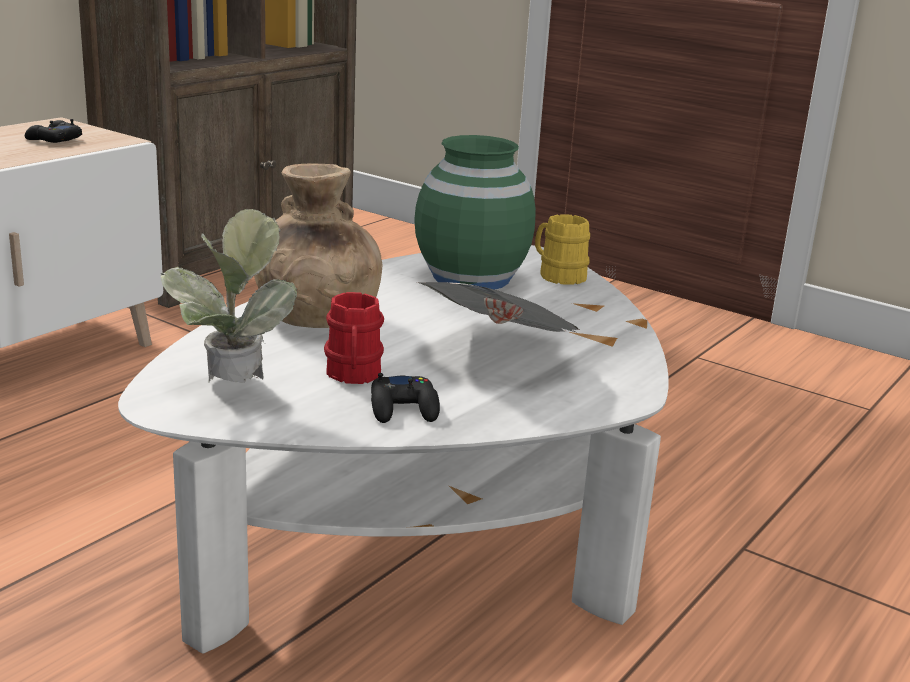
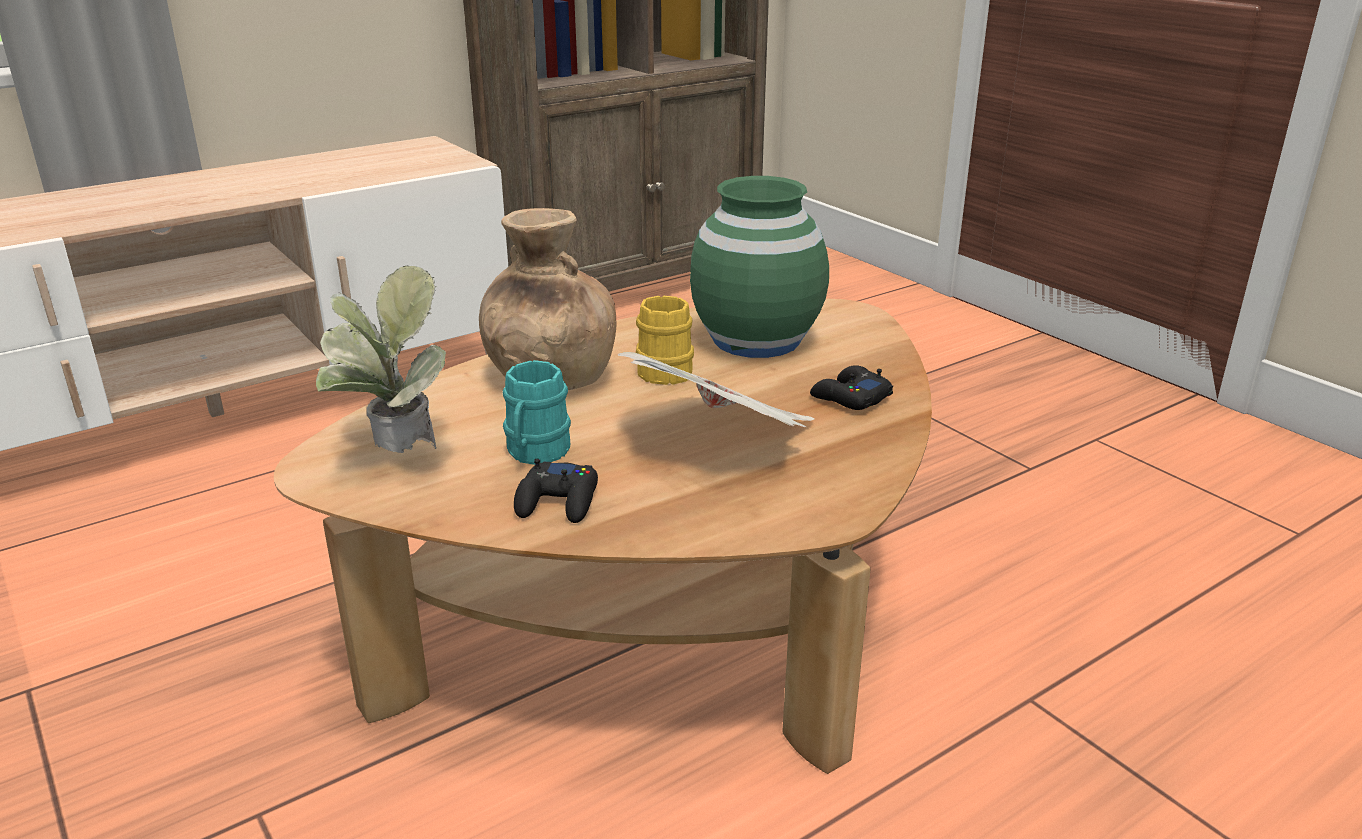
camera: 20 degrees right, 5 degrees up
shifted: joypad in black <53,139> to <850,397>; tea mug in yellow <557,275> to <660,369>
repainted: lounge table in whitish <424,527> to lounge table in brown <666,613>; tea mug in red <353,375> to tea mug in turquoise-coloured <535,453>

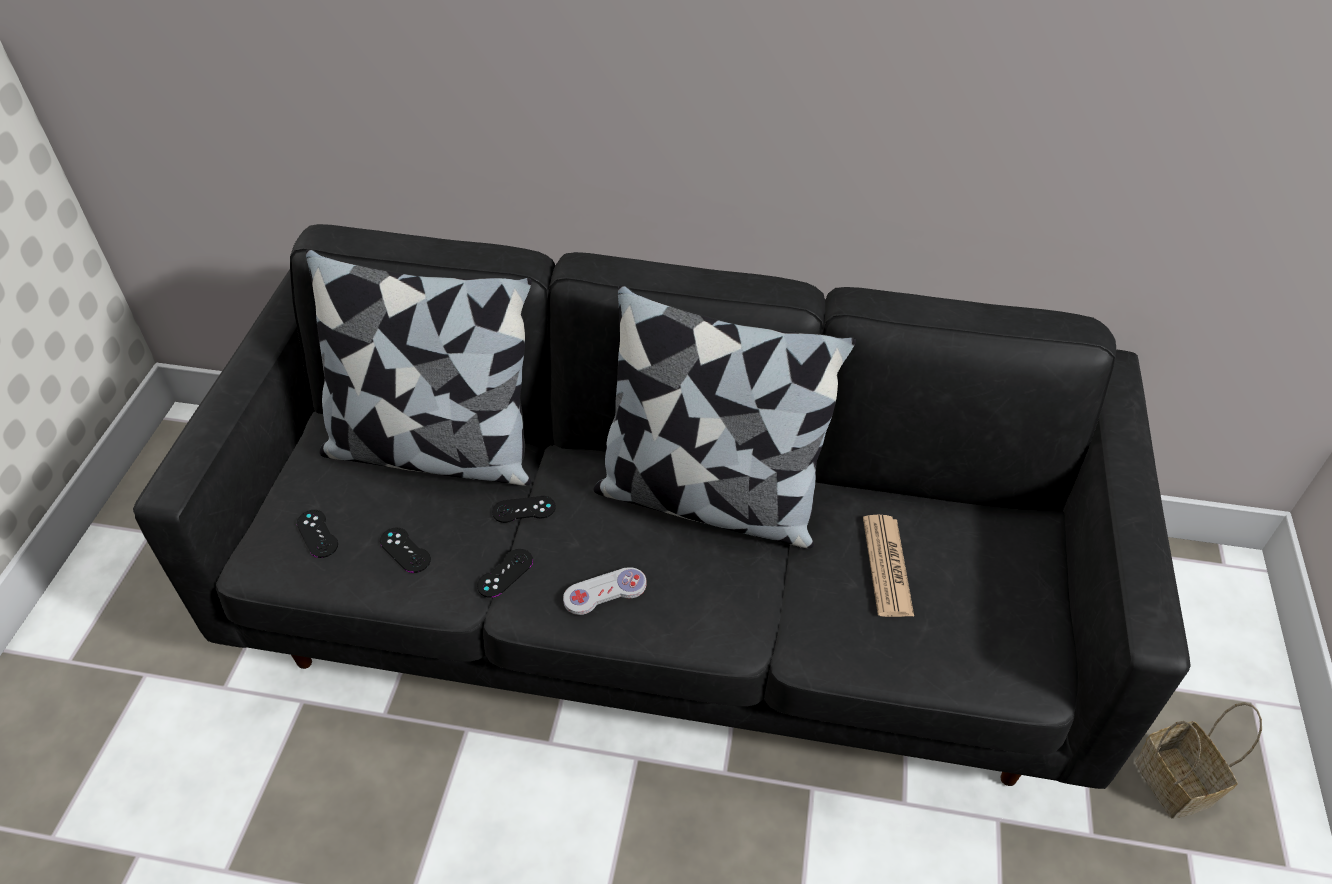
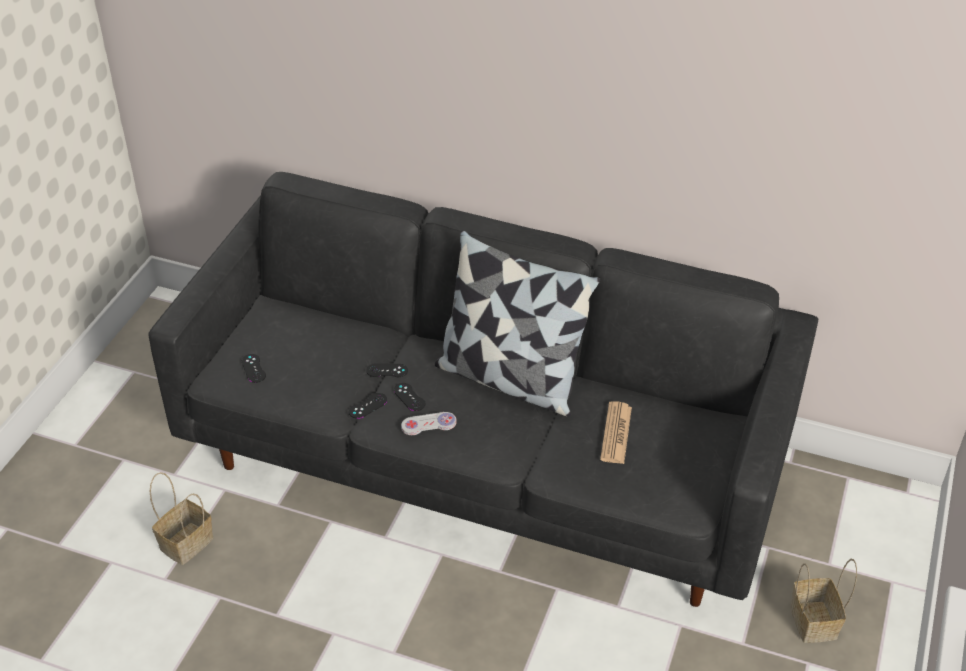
camera: 10 degrees right, 5 degrees down
gone: throw pillow <434,449>
new: storage basket <187,542>
shifted: joypad in black <405,550> to <409,397>

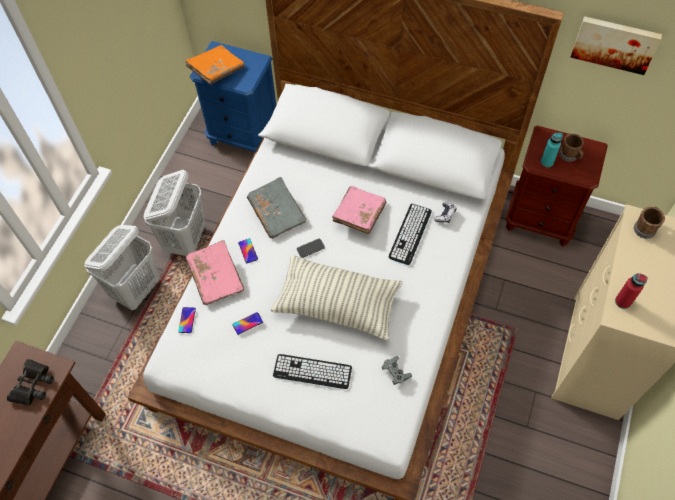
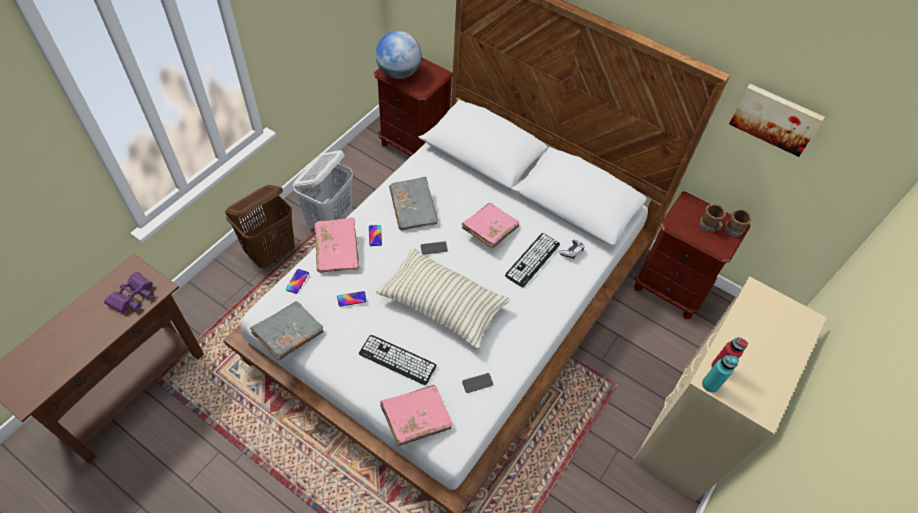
camera: 10 degrees right, 5 degrees down
new: bound book in gray <289,335>; bound book in pink-coloured <416,419>
shifted: bottle in turquoise-coloured <547,162> to <710,384>; tea mug in brown <645,227> to <734,228>
swapped: bound book in orange-coloured <216,70> to world globe <399,73>; joypad in gray <396,372> to telephone <477,383>
repainted: pair of binoculars in black <32,385> to pair of binoculars in purple <133,296>; hamper in whitish <136,289> to hamper in brown <271,252>; bedside table in blue-coloured <243,135> to bedside table in brown <413,145>

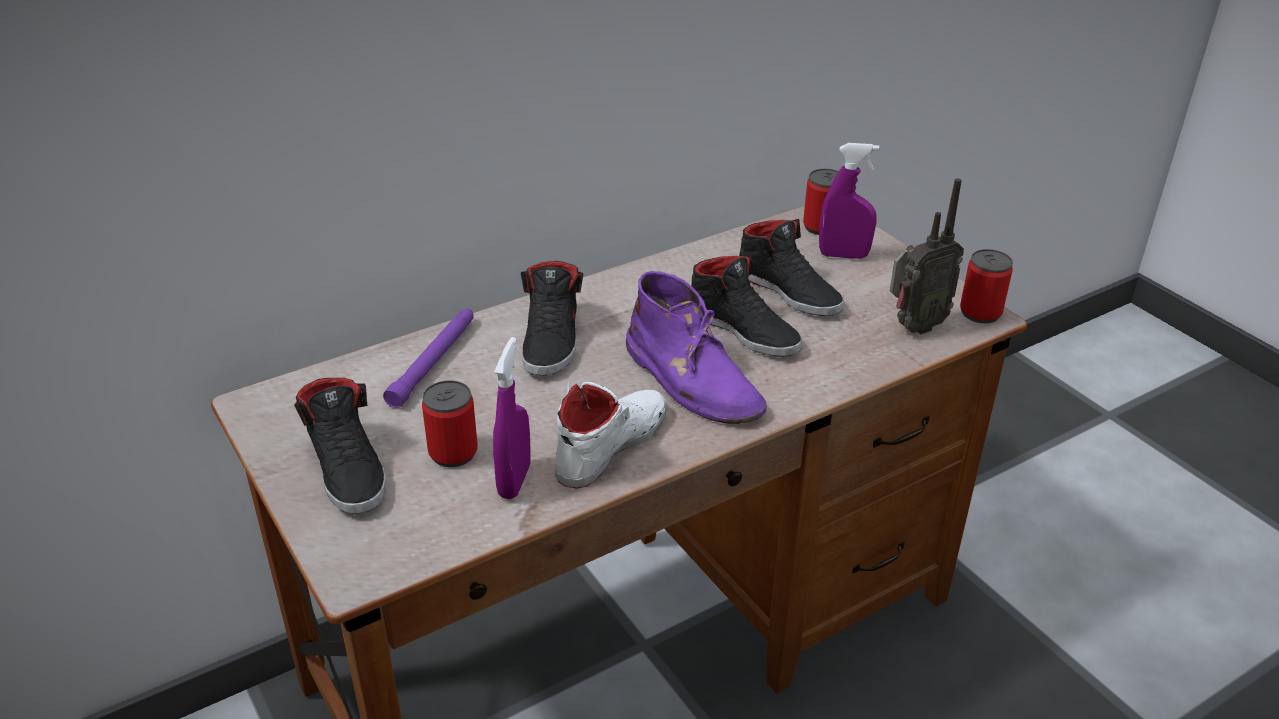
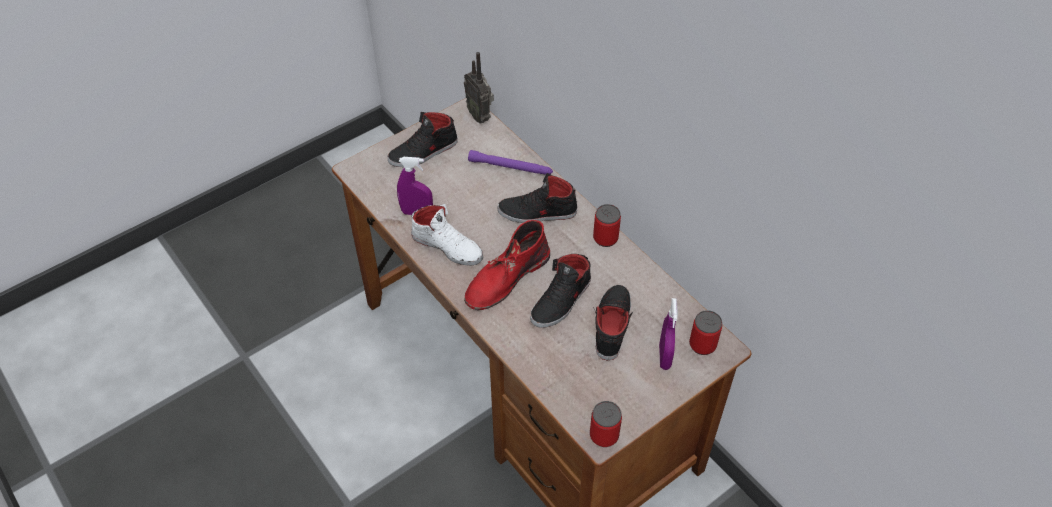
camera: 85 degrees right, 15 degrees up
shifted: can <453,453> to <605,238>; radio <913,326> to <480,116>
repainted: boot in purple <692,381> to boot in red <506,278>
rotated: shoe in black <789,291> = <611,324> 150 degrees clockwise

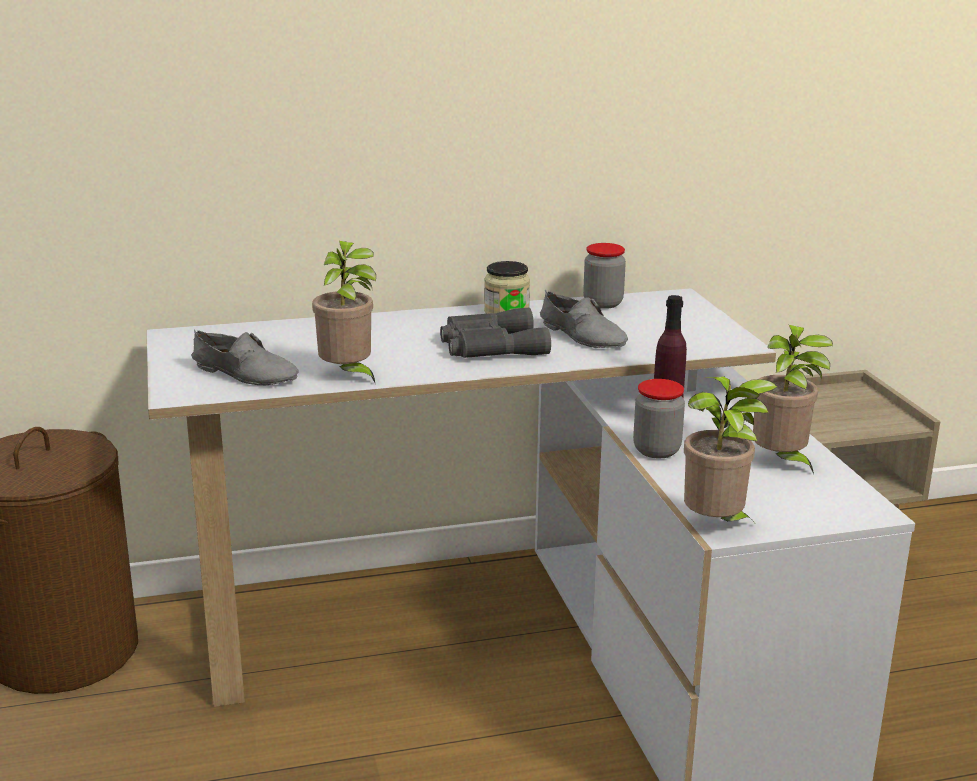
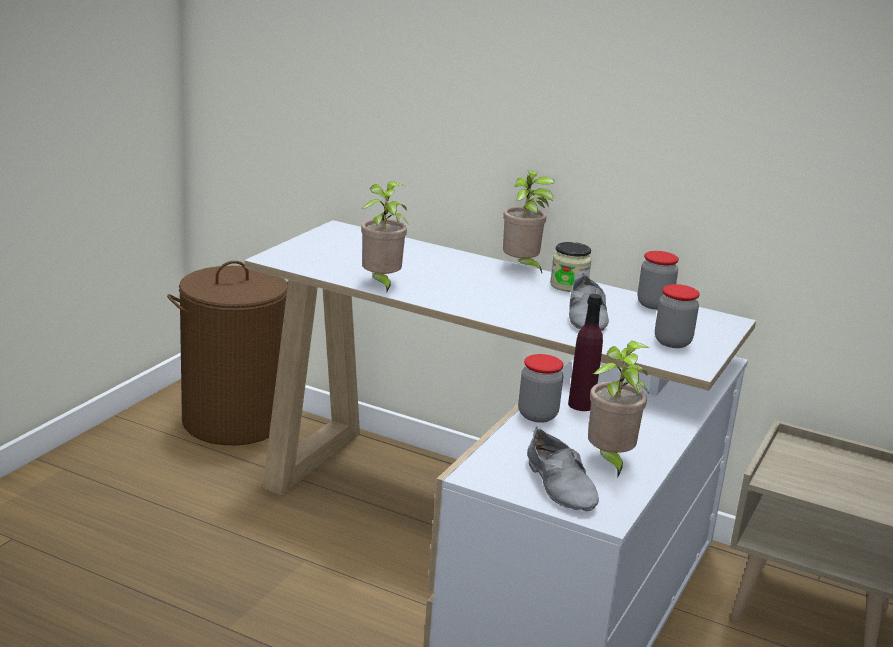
camera: 40 degrees right, 0 degrees up
gone: pair of binoculars in gray <490,346>
new: preserve jar <672,342>
shifted: shoe in gray <246,373> to <562,485>; houseplant <717,526> to <521,268>

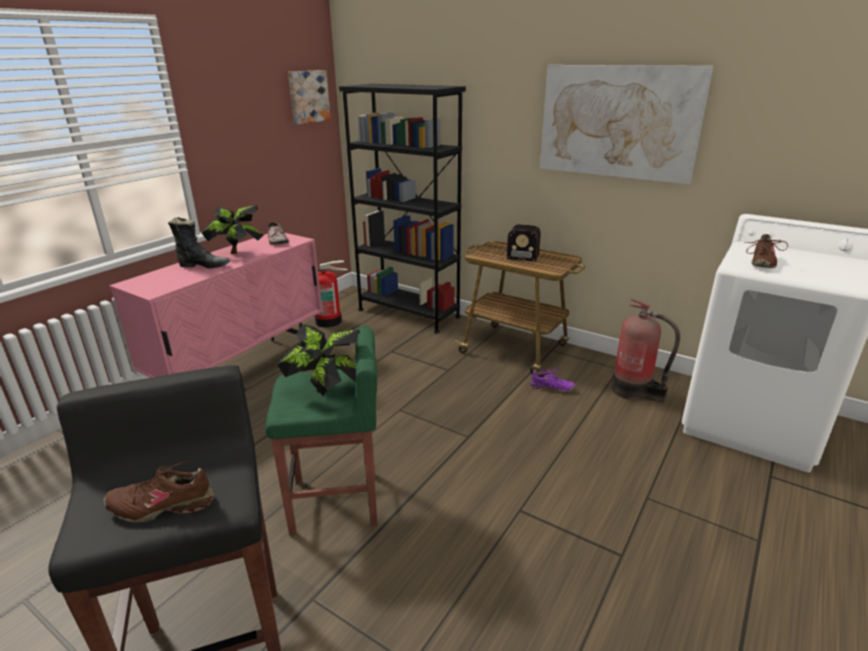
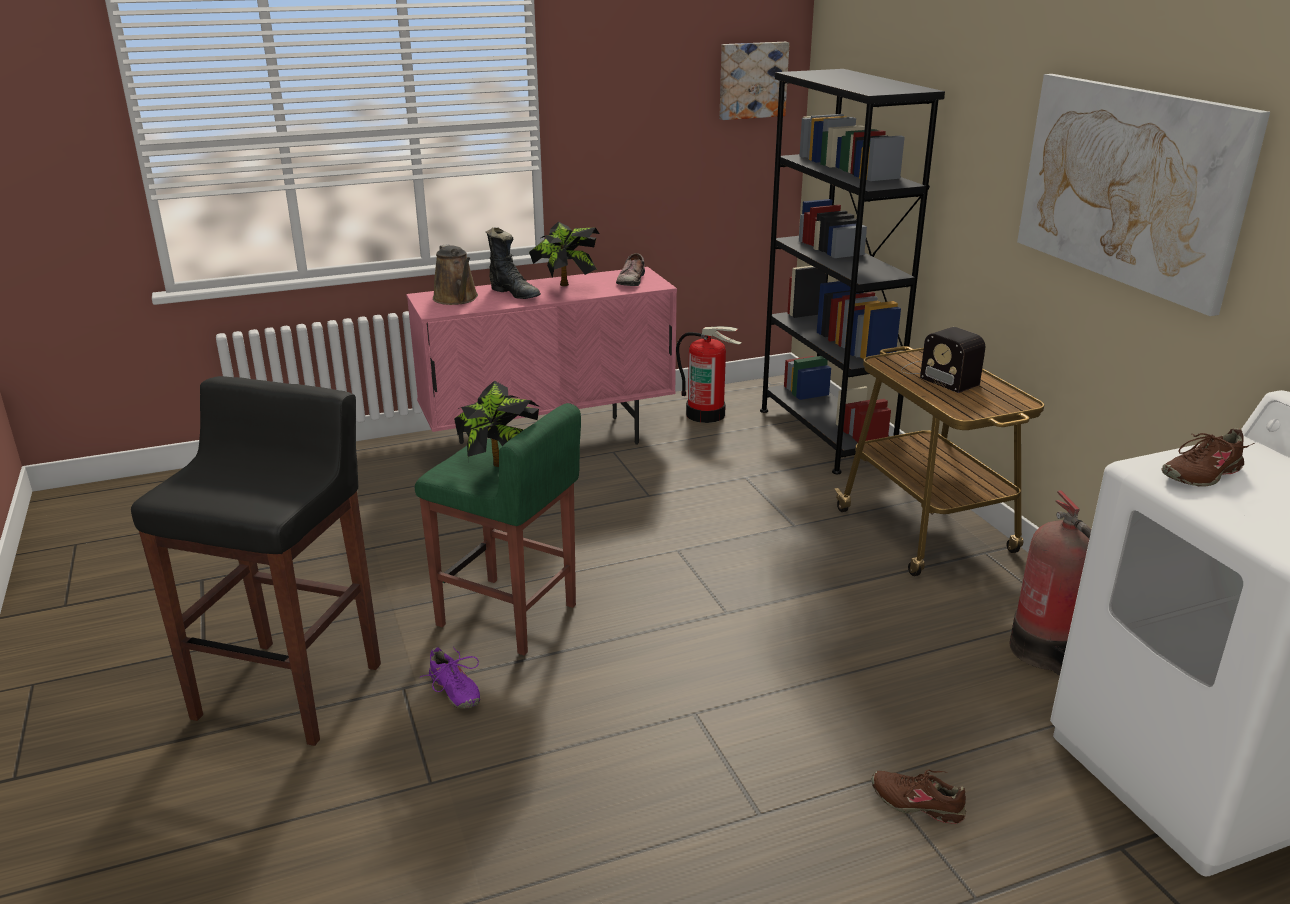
camera: 35 degrees right, 0 degrees up
new: sprinkling can in brown <457,299>
shifted: shoe in brown <163,505> to <917,803>; shoe in purple <552,388> to <454,691>

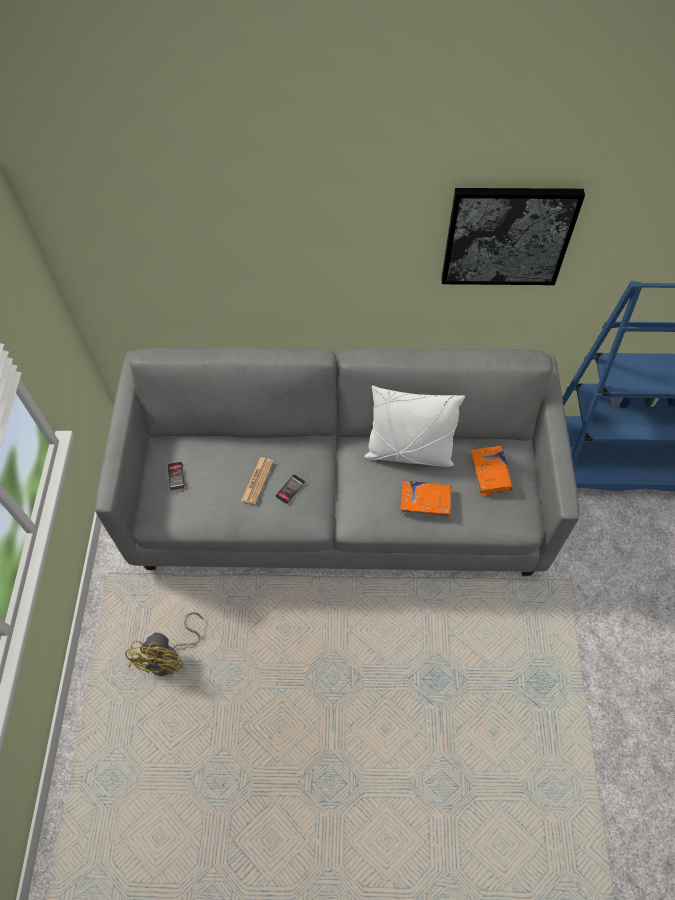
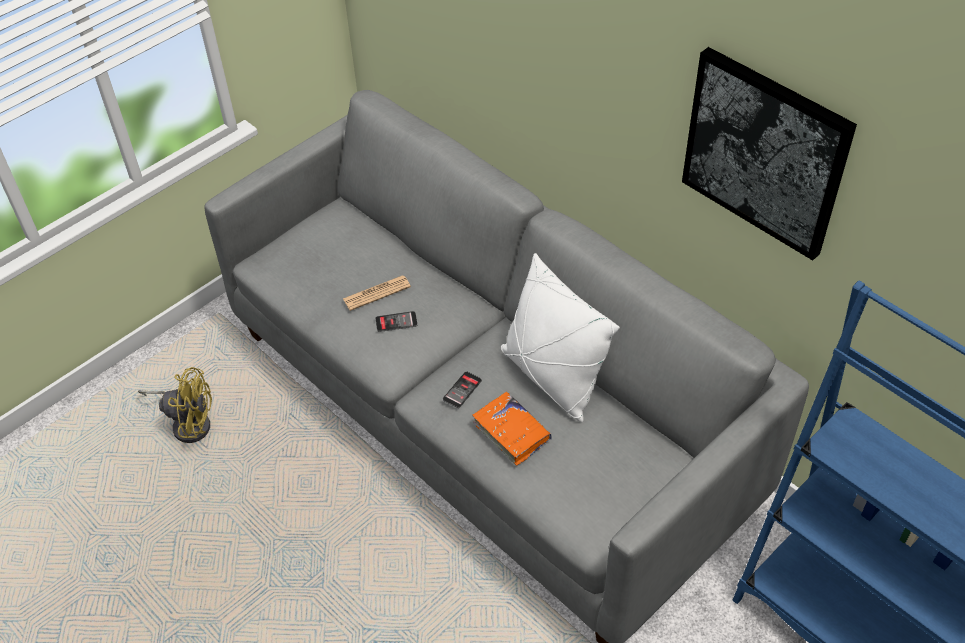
camera: 45 degrees right, 10 degrees down
gone: bound book in orange-coloured <490,473>
shifted: telephone <176,476> to <462,390>
rotated: cooling fan in yellow <170,657> = <188,422> 135 degrees counterclockwise

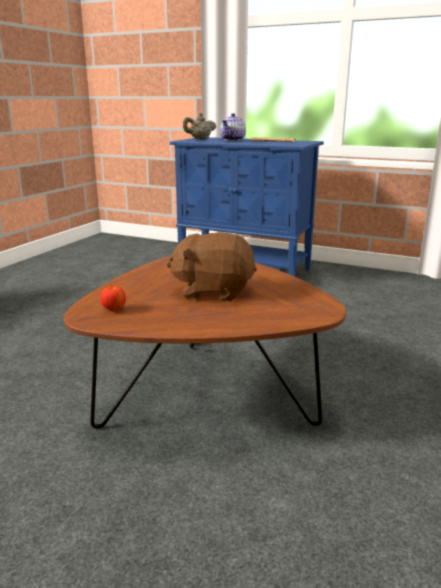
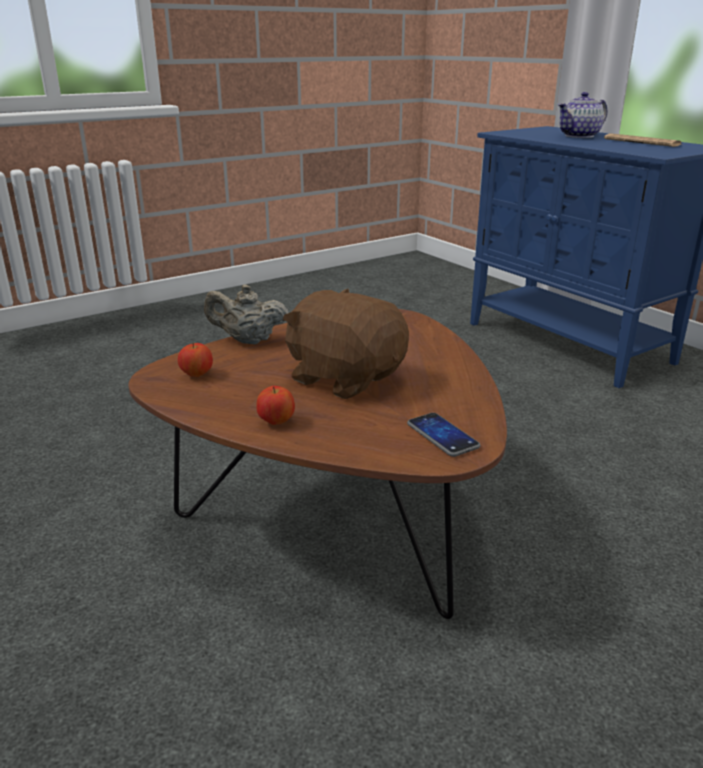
camera: 30 degrees right, 5 degrees up
new: whole apple <276,422>; telephone <442,436>
shifted: pot for tea in beige-coloured <200,139> to <248,341>

